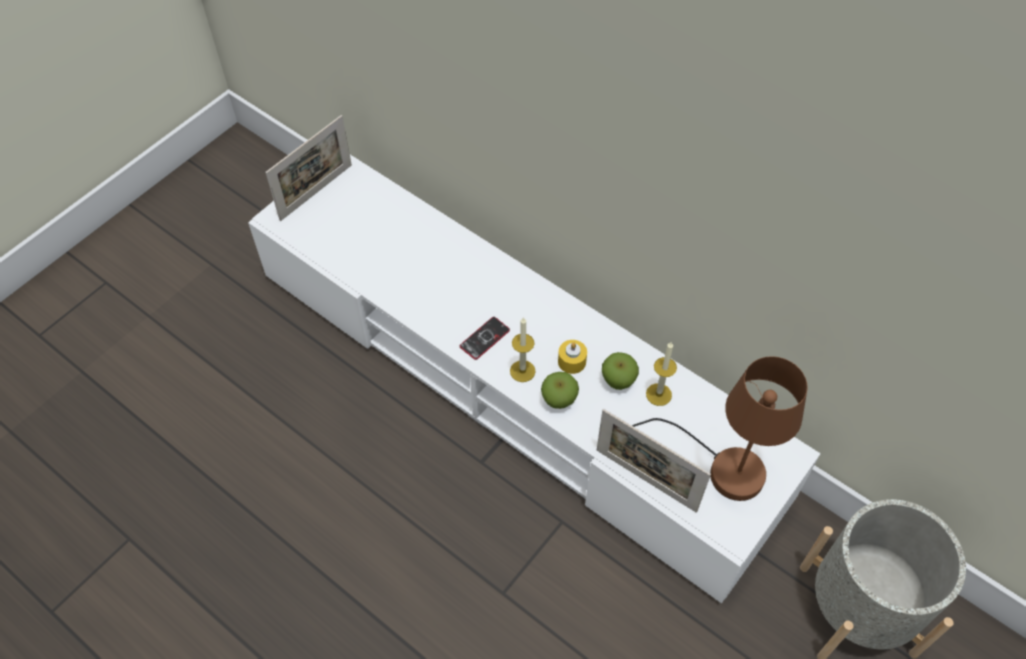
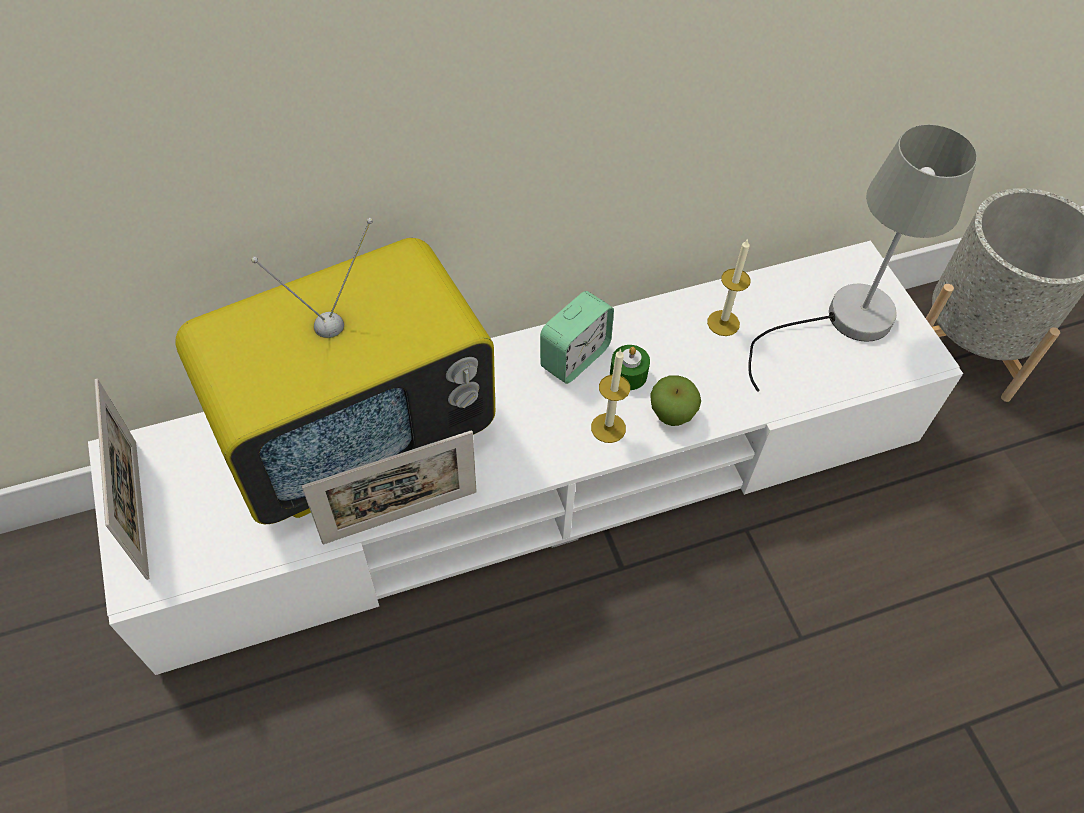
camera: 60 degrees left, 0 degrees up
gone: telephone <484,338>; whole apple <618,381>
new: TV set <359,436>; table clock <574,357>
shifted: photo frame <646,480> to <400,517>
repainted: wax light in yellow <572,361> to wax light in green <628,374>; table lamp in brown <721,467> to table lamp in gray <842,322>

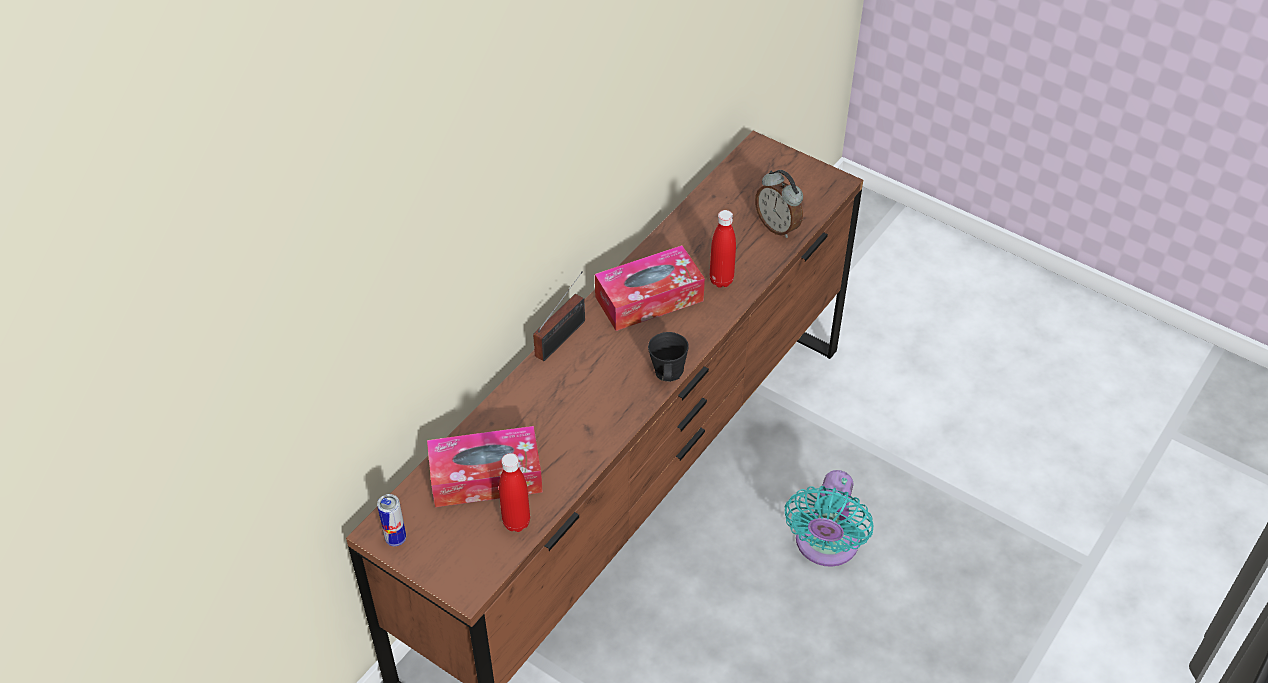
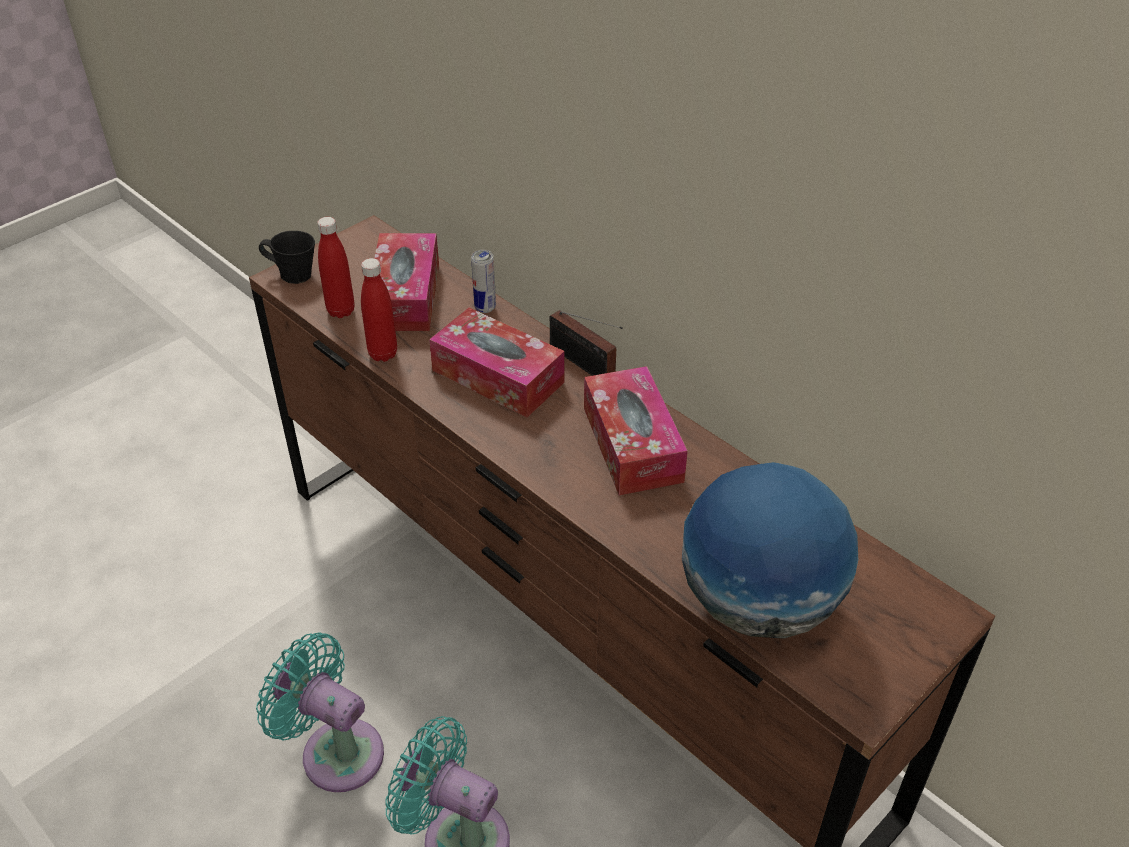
camera: 100 degrees right, 5 degrees down
new: cooling fan in turquoise-coloured <335,750>; tissue holder <498,376>
shifted: can <396,539> to <485,308>; tea mug in black <667,373> to <294,274>; bottle in red <721,280> to <383,354>
swapped: table clock <778,226> to world globe <759,604>

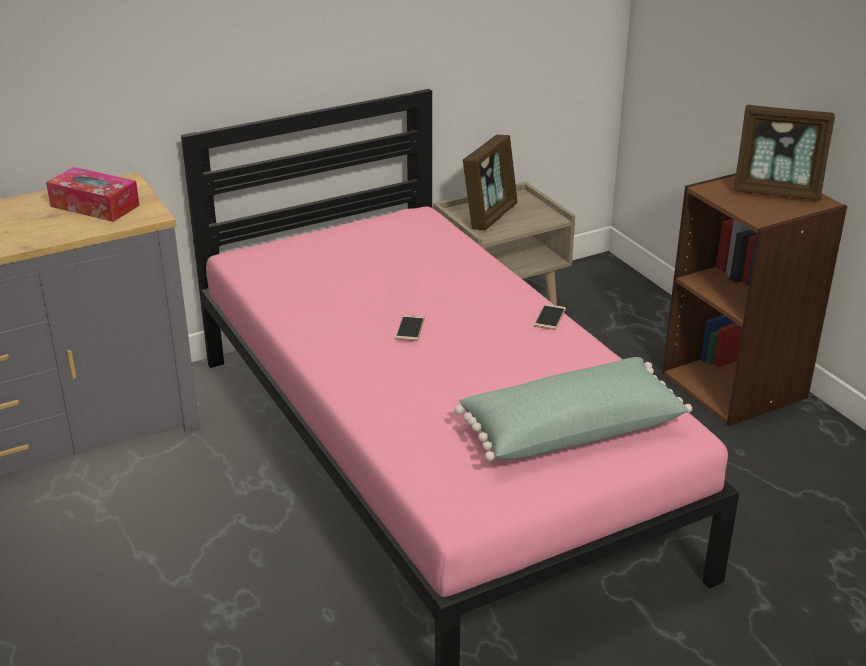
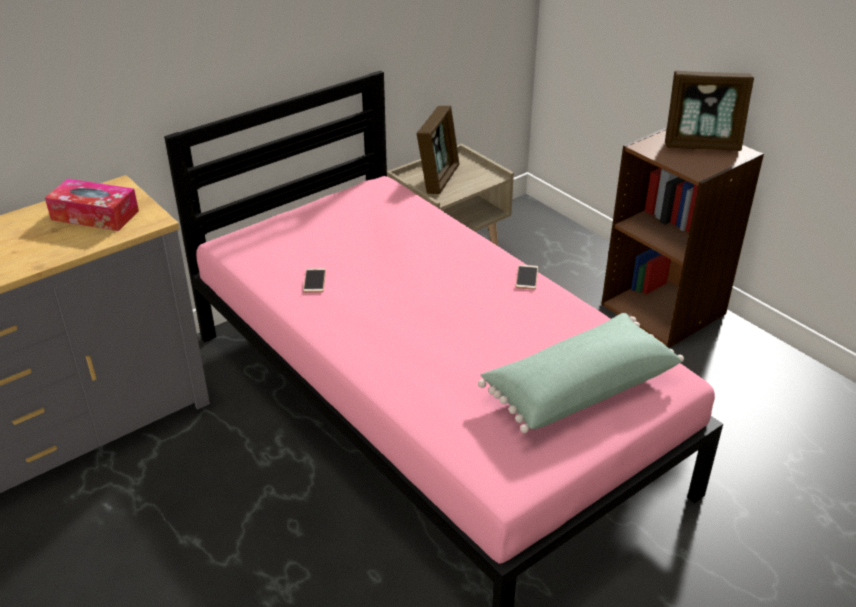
camera: 10 degrees left, 5 degrees up
shifted: telephone <410,329> to <314,281>

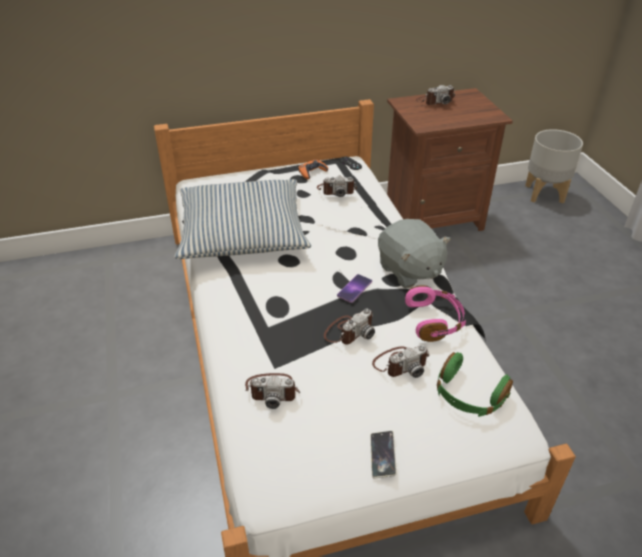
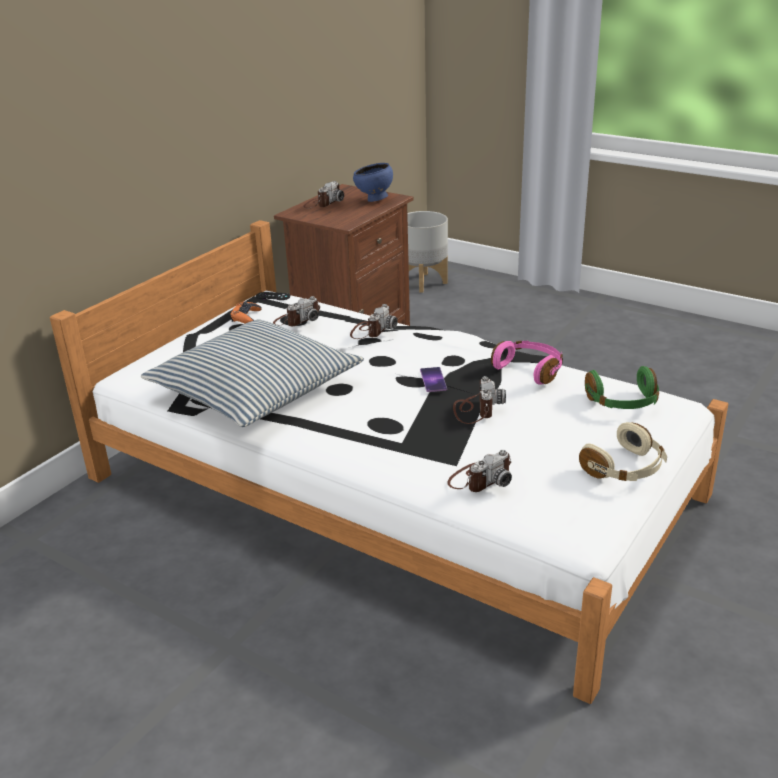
camera: 40 degrees left, 10 degrees down
gone: cuddly toy in gray <409,271>
new: serving bowl in blue-coloured <374,200>
shifted: still camera <400,363> to <371,330>
swapped: telephone <382,456> to headset in beige-coloured <625,468>

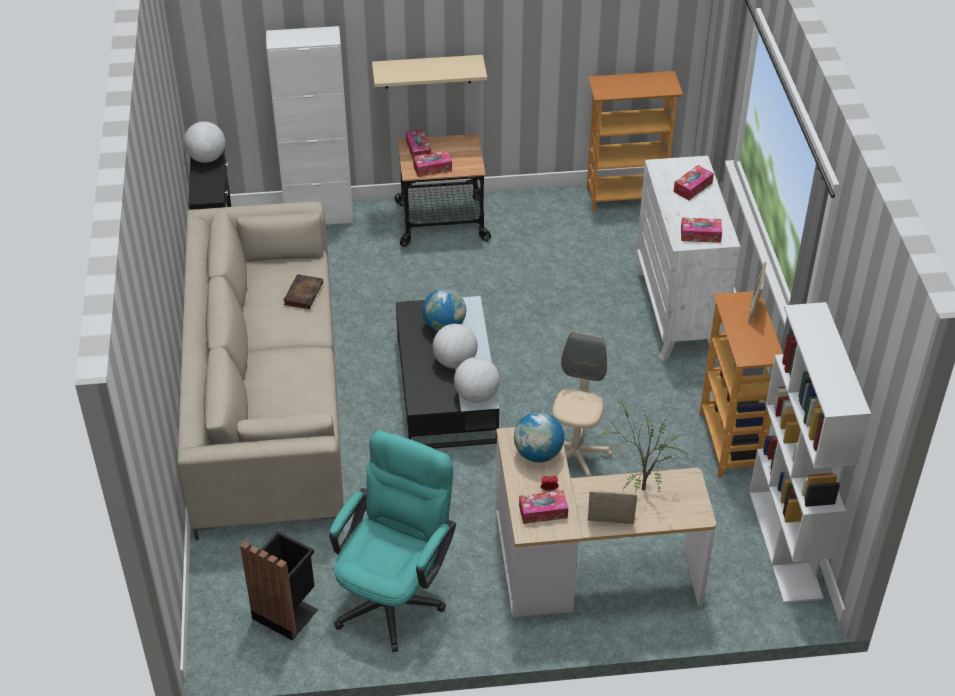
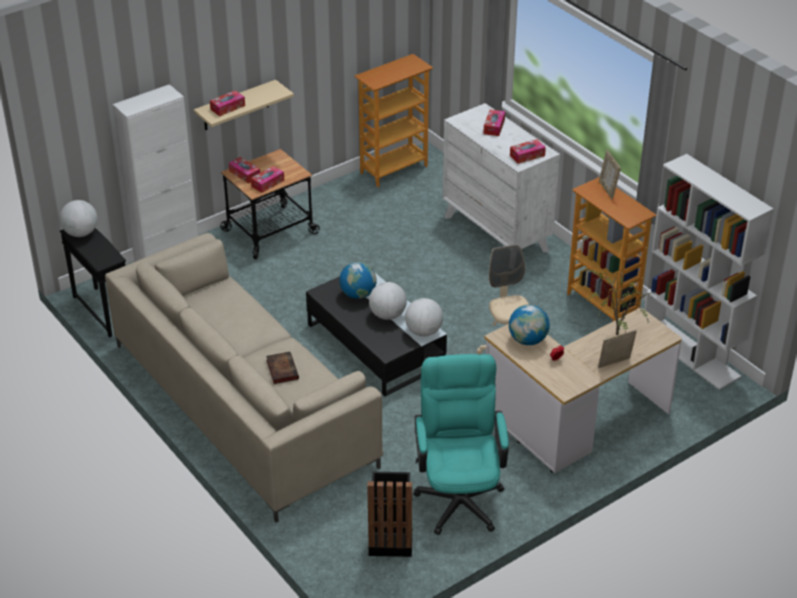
camera: 30 degrees left, 5 degrees down
shifted: bound book <303,293> to <281,369>; tissue holder <543,512> to <227,107>

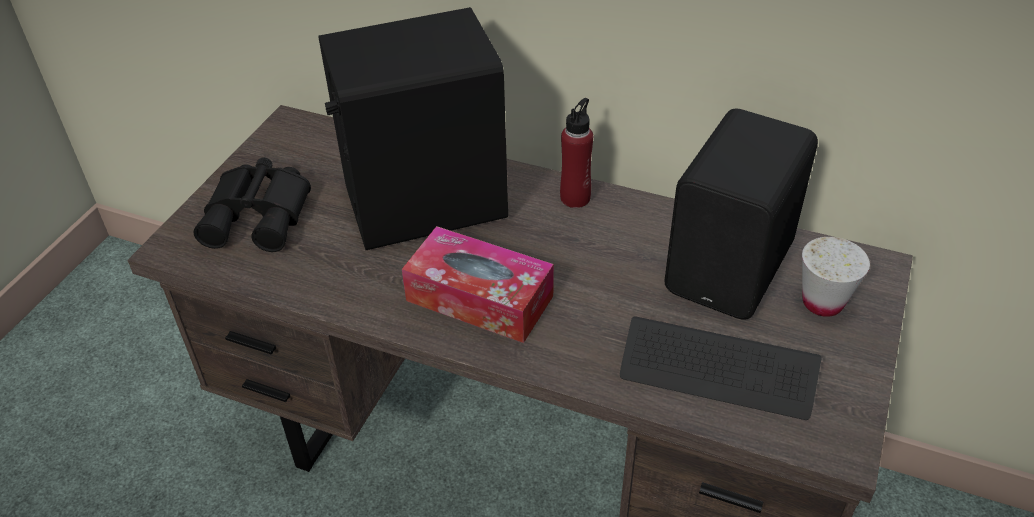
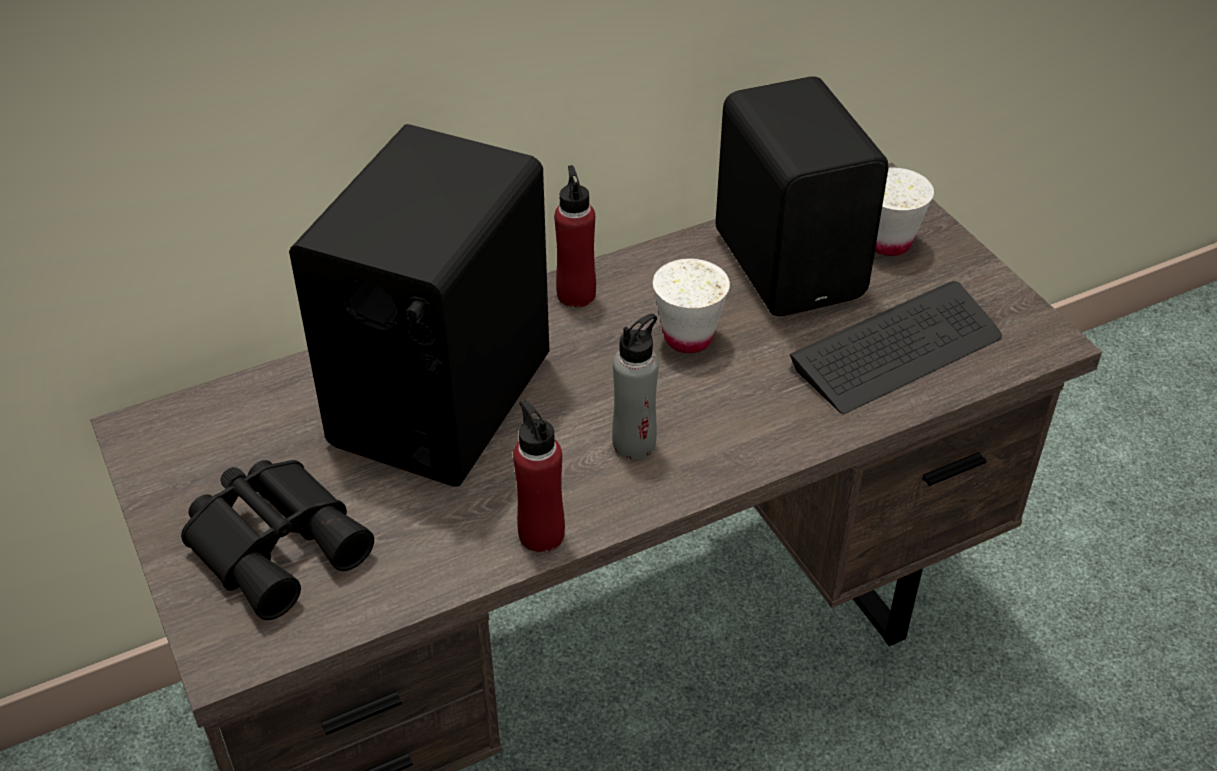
camera: 50 degrees left, 0 degrees up
new: bottle in red <541,534>; drinking cup in whitish <688,338>
swapped: tissue holder <479,298> to bottle in gray <634,443>

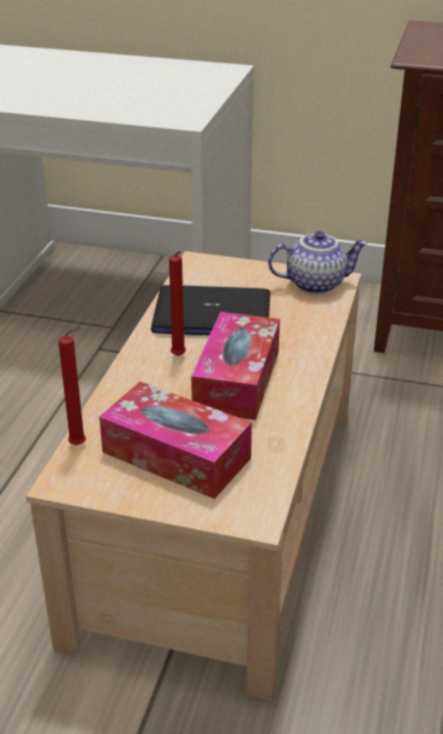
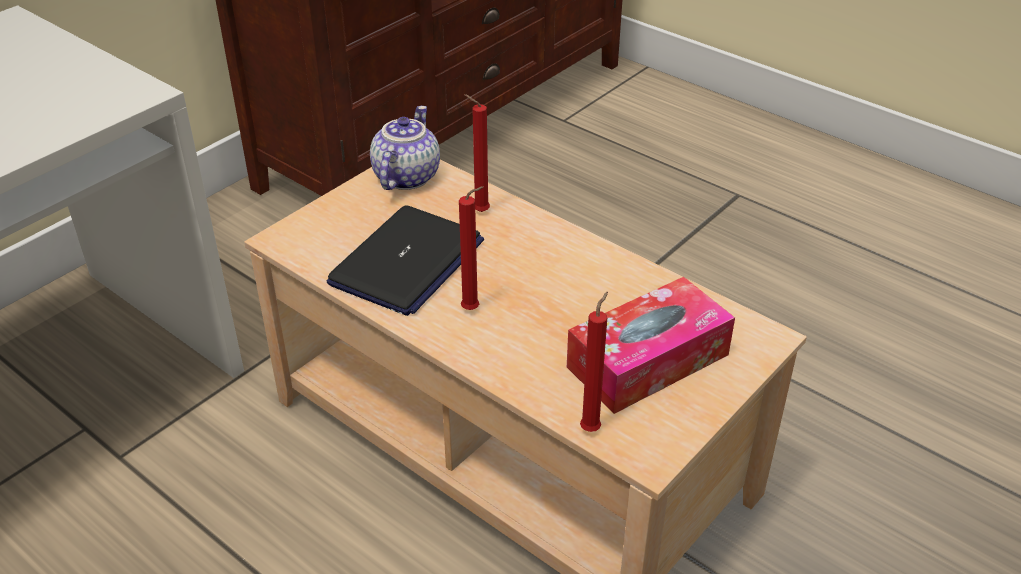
camera: 65 degrees left, 5 degrees up
gone: tissue holder <237,380>
new: wax light in red <478,211>

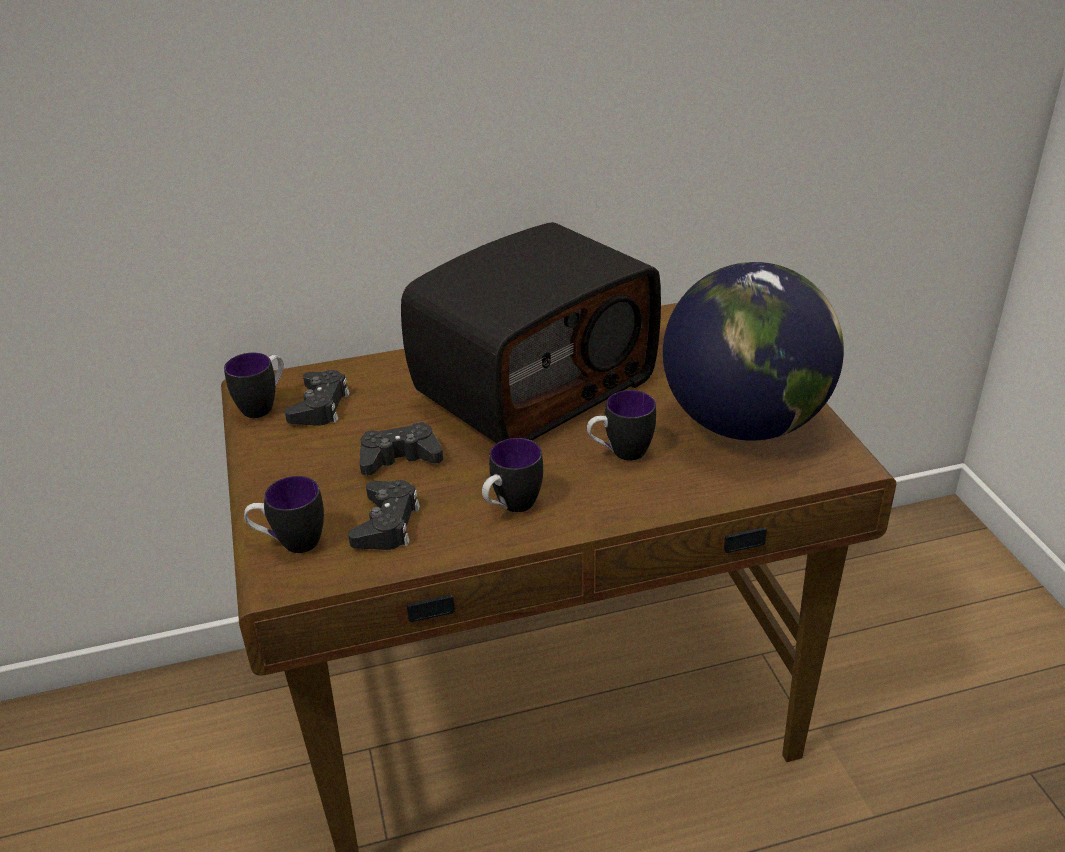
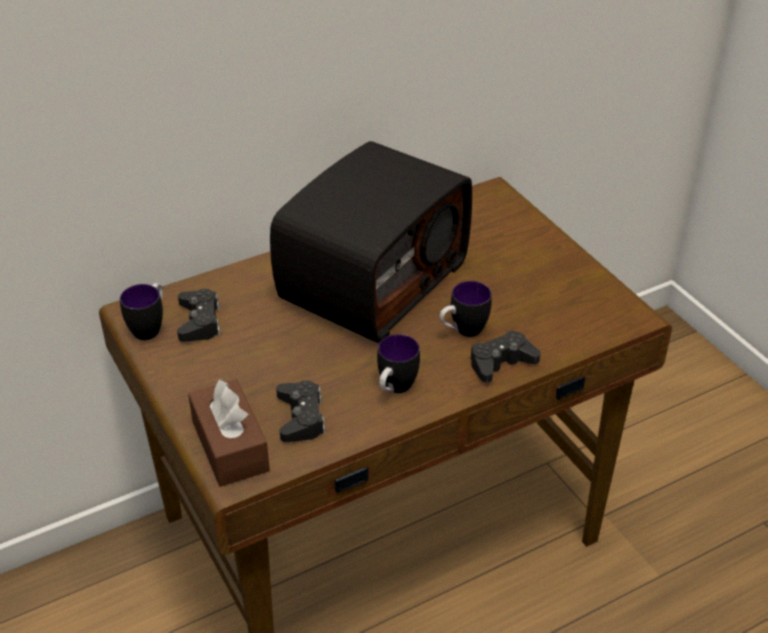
camera: 15 degrees left, 5 degrees up
gone: world globe <744,424>
shifted: joypad in black <400,458> to <501,363>
swapped: tea mug <291,543> to tissue holder in brown <230,446>

